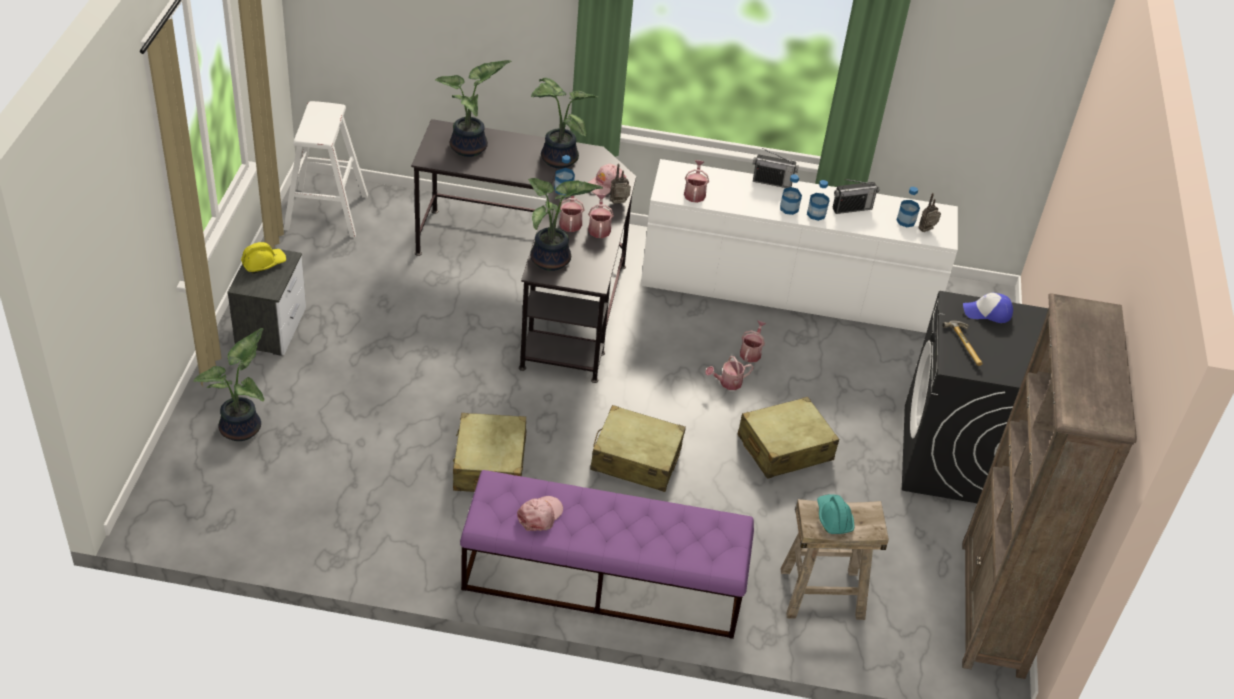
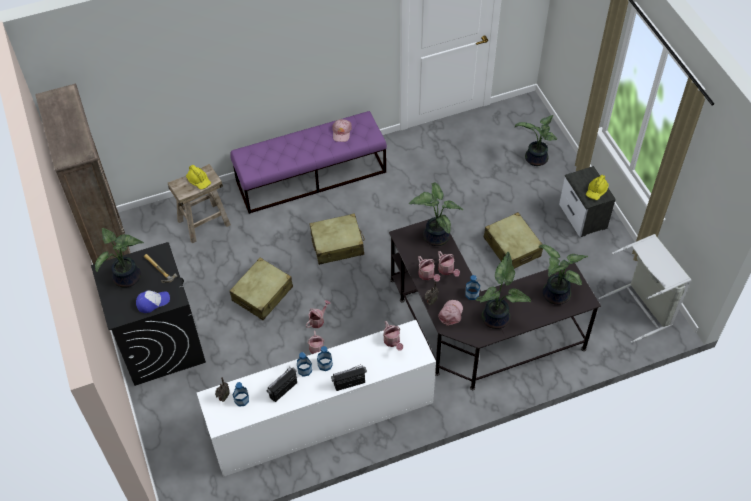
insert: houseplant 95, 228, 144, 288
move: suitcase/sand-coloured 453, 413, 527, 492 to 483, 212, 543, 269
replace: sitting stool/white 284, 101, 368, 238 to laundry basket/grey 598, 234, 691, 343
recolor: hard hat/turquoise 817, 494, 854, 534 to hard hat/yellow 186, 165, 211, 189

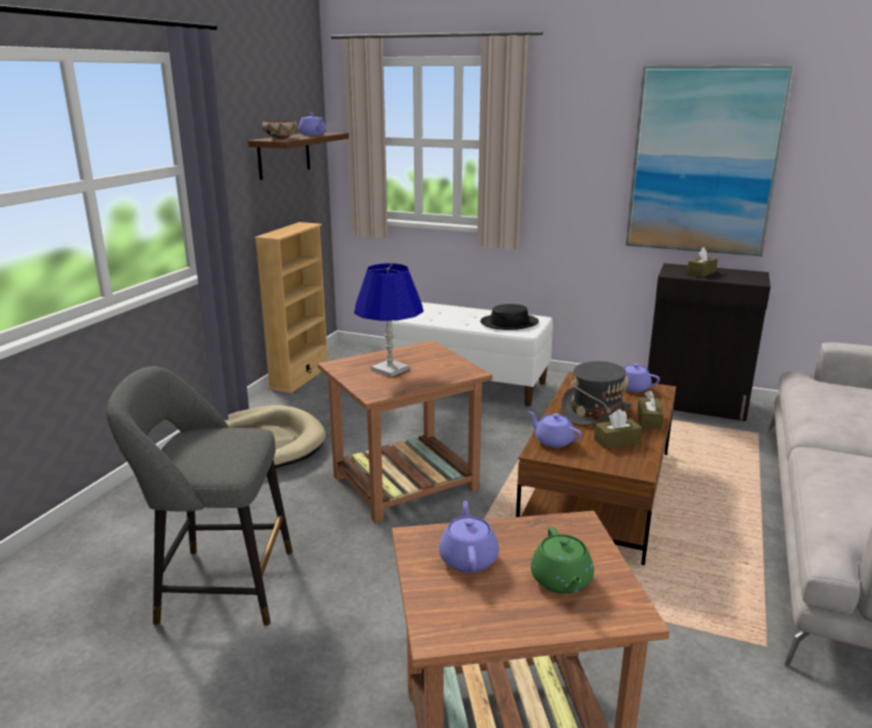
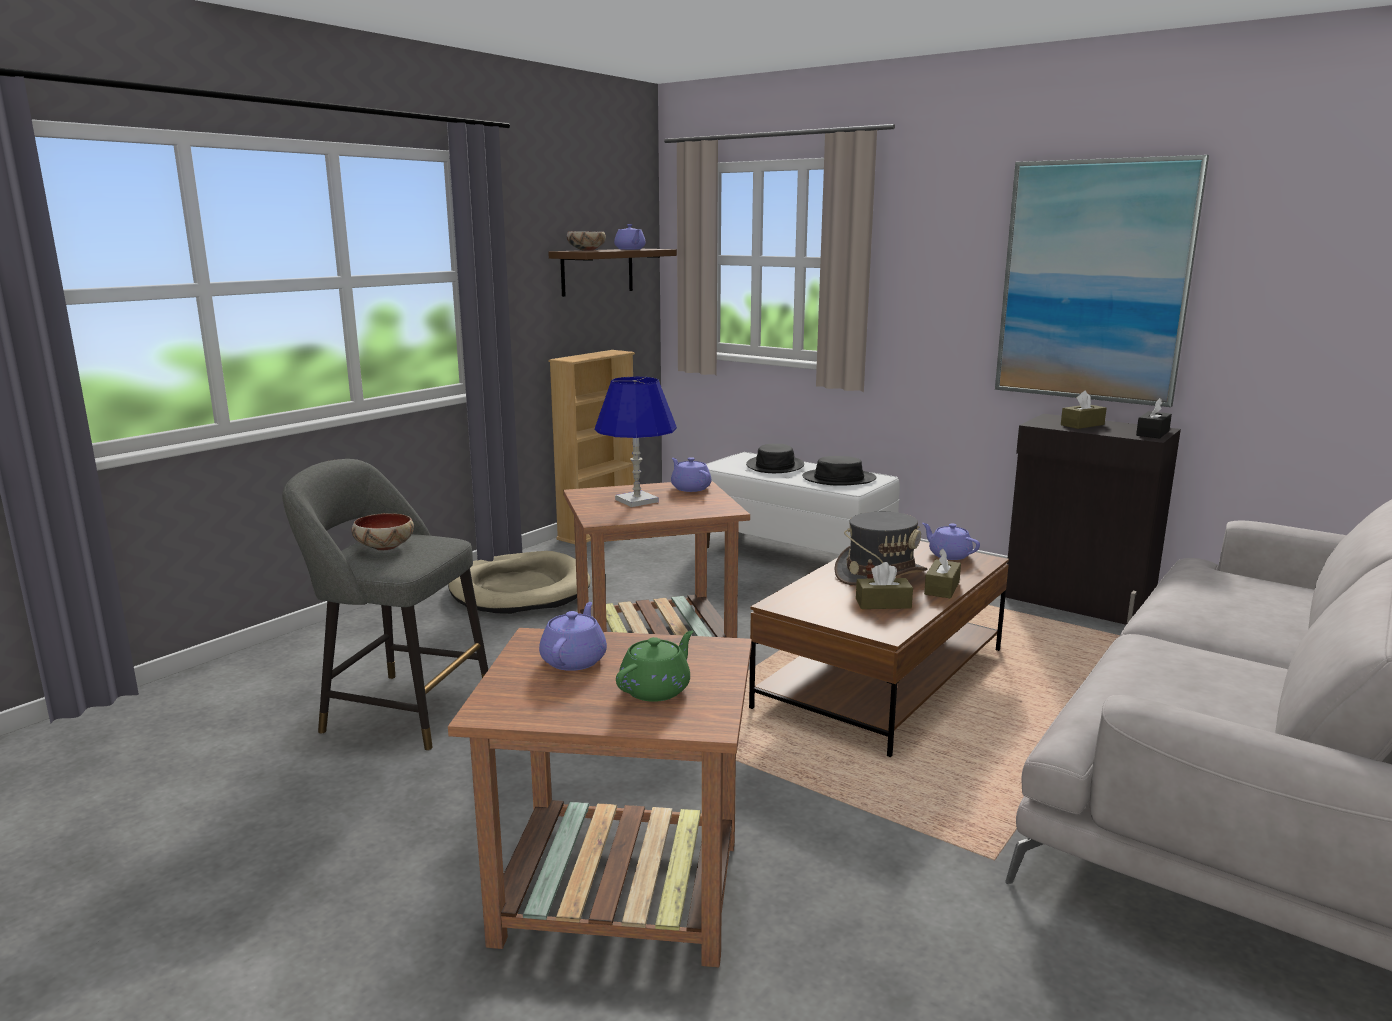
insert: tissue box/black 1136, 398, 1172, 439; hat/black 746, 444, 804, 473; deep dish 352, 513, 414, 550
move: pot for tea/purplish 528, 411, 582, 448 to 671, 457, 711, 492
rotate: pot for tea/green-coloured 531, 527, 594, 594 = 616, 630, 694, 702 150 degrees counterclockwise

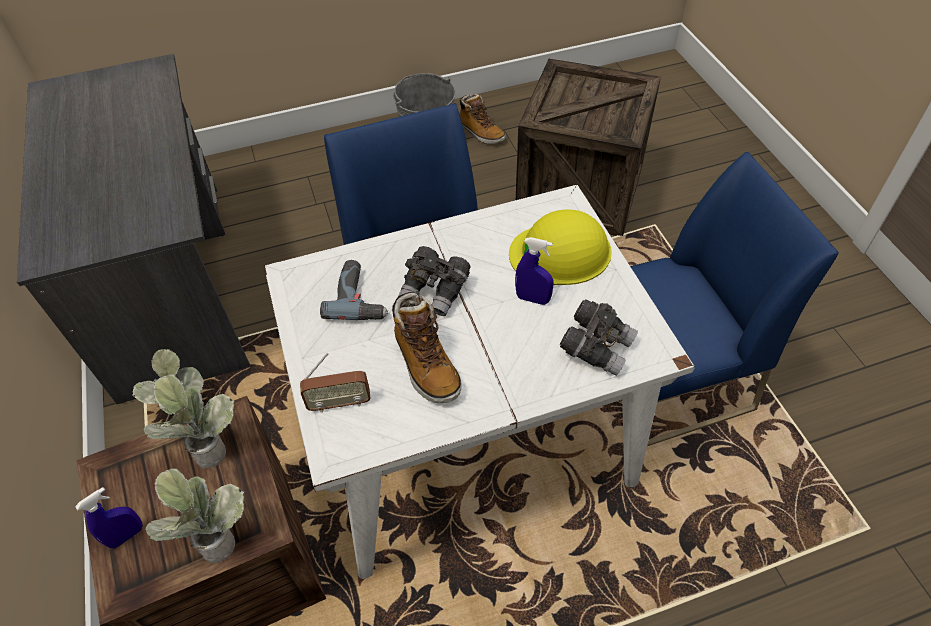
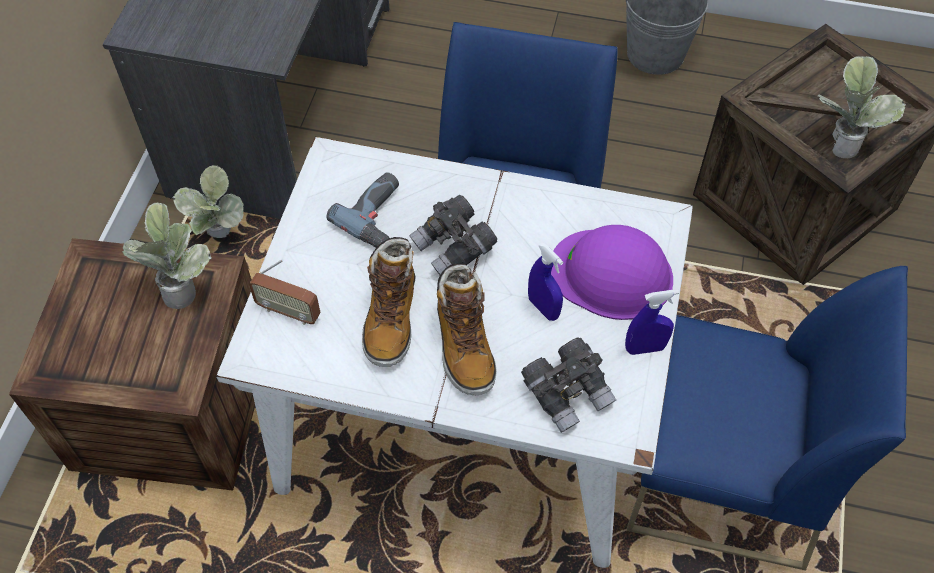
move: tall boot 460, 94, 506, 144 to 437, 263, 497, 395; houseplant 145, 468, 244, 563 to 818, 56, 906, 158; hand sprayer/blue-coloured 75, 487, 143, 549 to 625, 289, 679, 355
recolor: hard hat/yellow 509, 209, 612, 285 to hard hat/purplish 551, 225, 673, 320

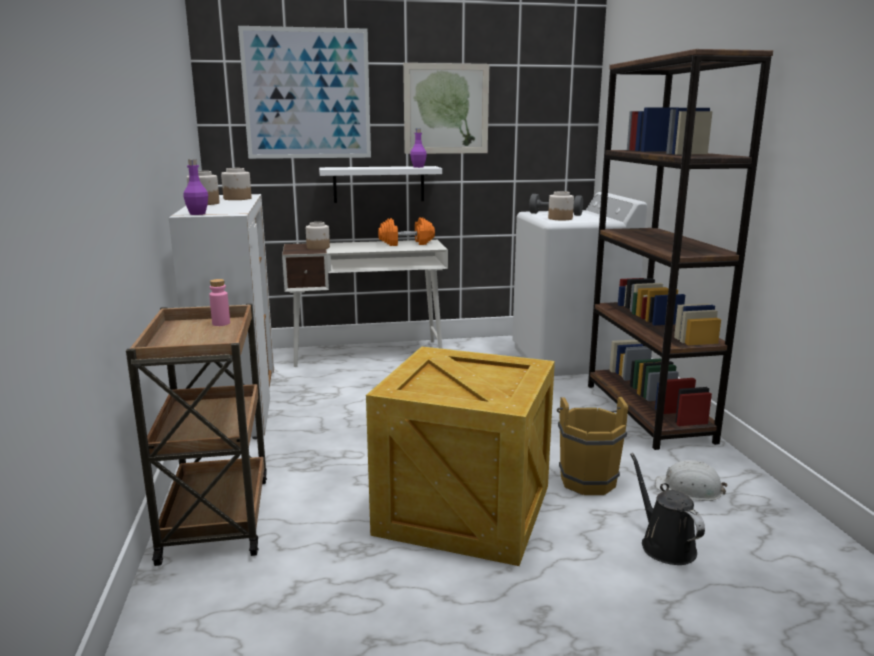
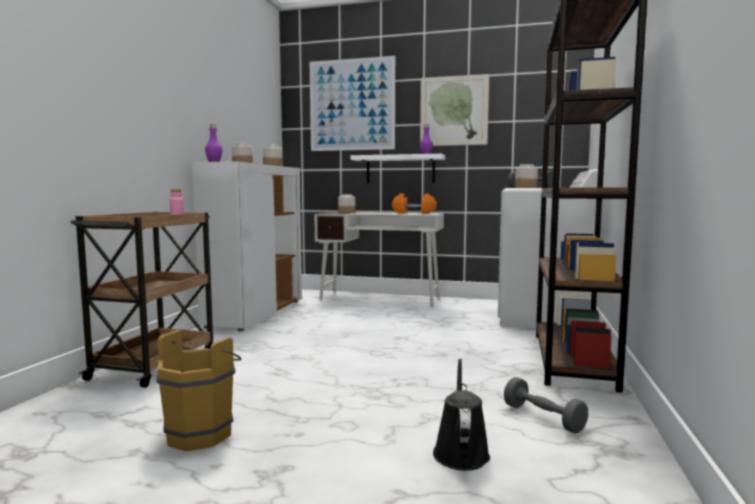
delete: packing crate 366, 346, 555, 566
move: bucket/brown 557, 397, 628, 495 to 156, 330, 241, 451
replace: hard hat/white 655, 460, 728, 501 to hand weight/grey 504, 377, 588, 434

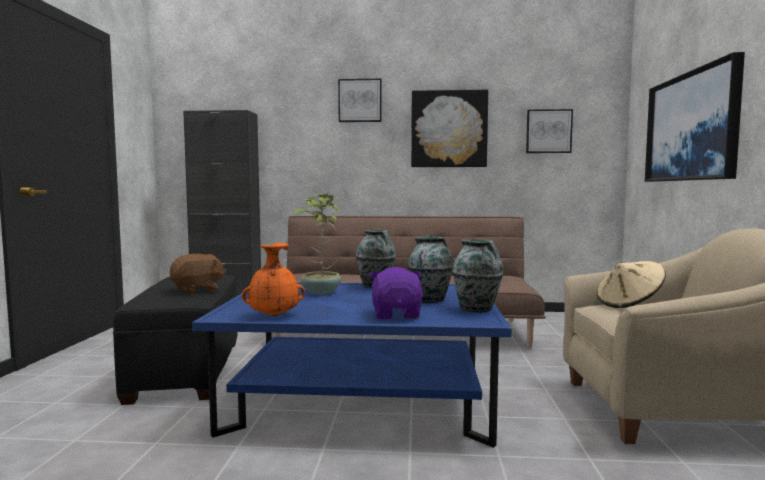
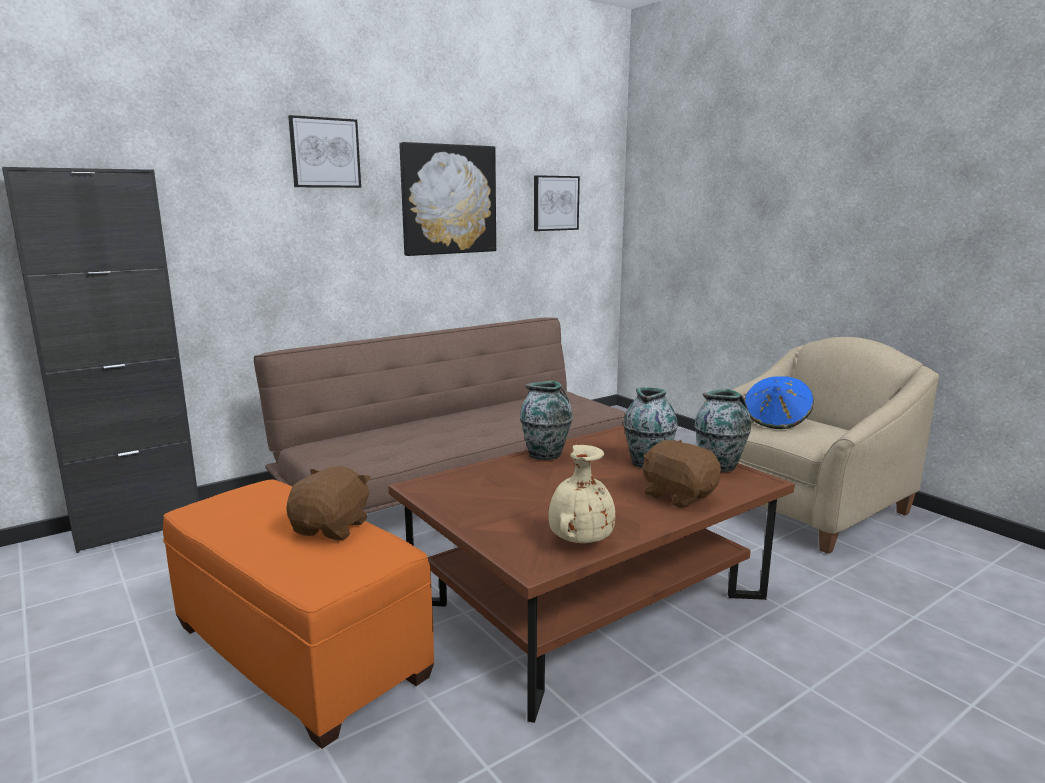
delete: picture 645, 52, 745, 182; houseplant 292, 194, 341, 295
recolor: decorative vase/orangey 242, 243, 305, 316 to decorative vase/sand-coloured 548, 445, 615, 543; hat/sand-coloured 597, 261, 666, 308 to hat/blue-coloured 744, 376, 814, 429; cuddly toy/purplish 369, 267, 423, 319 to cuddly toy/brown 642, 440, 721, 508; ottoman/black 113, 275, 238, 405 to ottoman/orangey 163, 479, 434, 749; low table/blue-coloured 192, 282, 512, 448 to low table/brown 388, 426, 795, 723

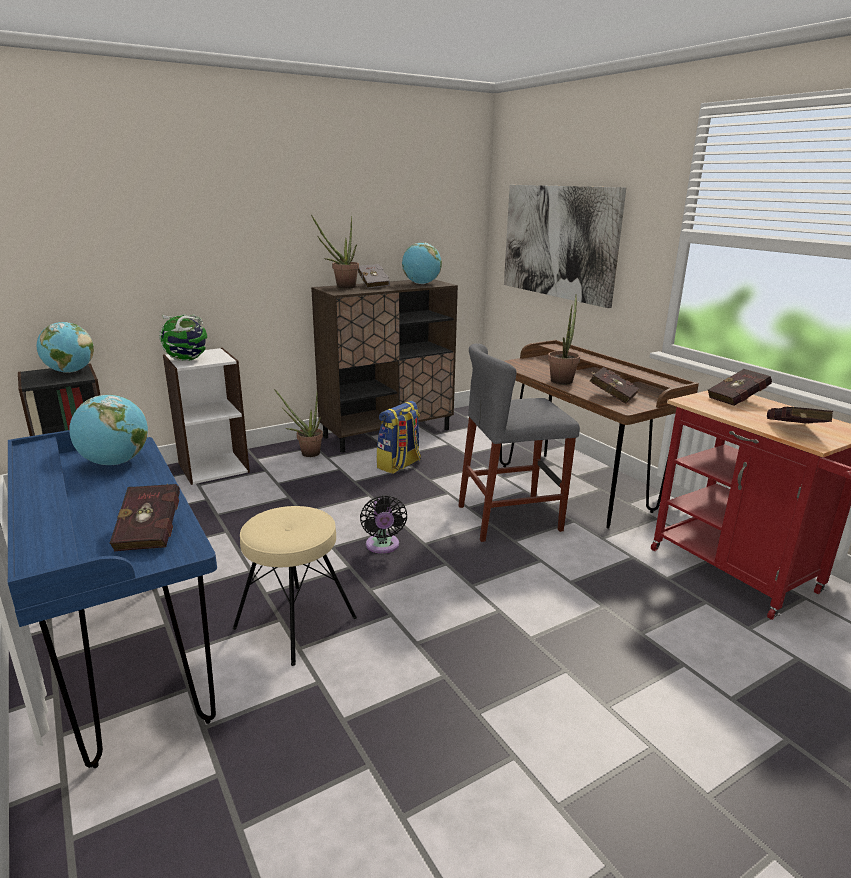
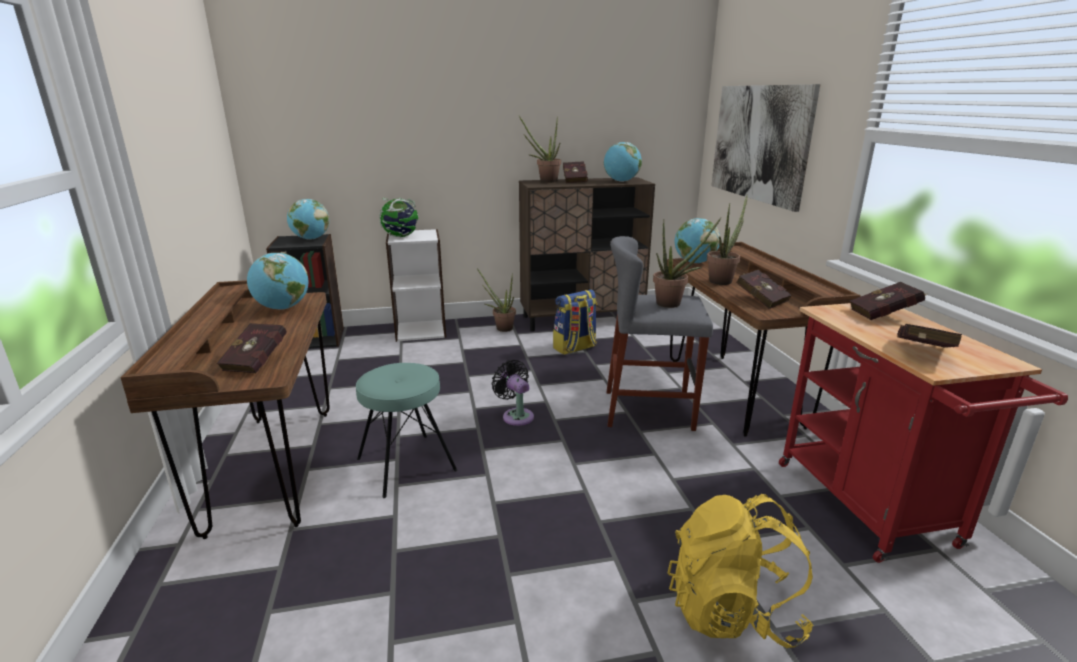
insert: houseplant 653, 218, 721, 308; world globe 675, 218, 720, 263; backpack/yellow 668, 494, 813, 648
recolor: volume/grey 358, 264, 390, 288 to volume/reddish 563, 161, 588, 183; desk unit/blue-coloured 8, 430, 217, 768 to desk unit/brown 120, 280, 330, 539; sitting stool/sand-coloured 232, 506, 357, 666 to sitting stool/turquoise 356, 363, 458, 498
rotate: electric fan/black 360, 495, 407, 554 = 492, 360, 534, 426 135 degrees clockwise

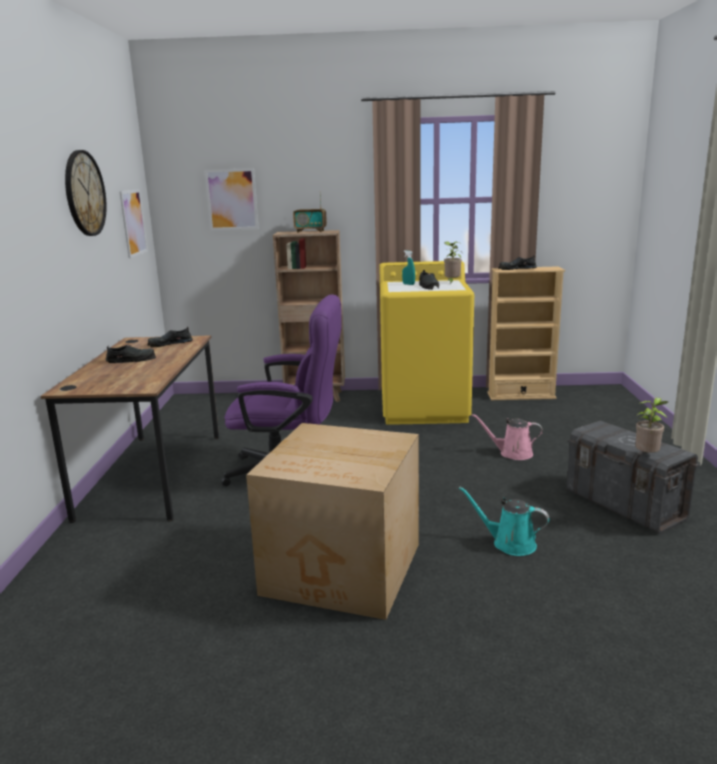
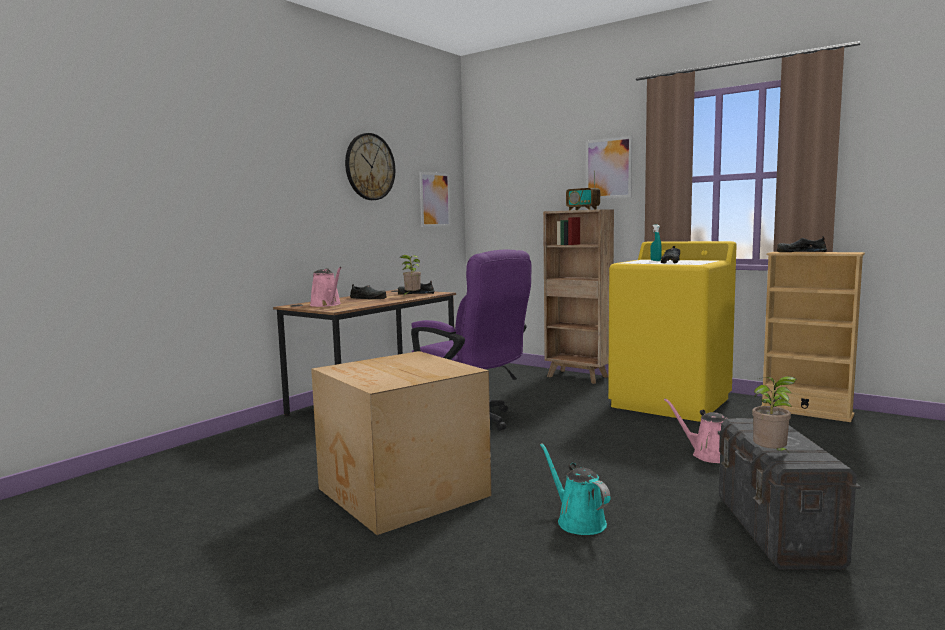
insert: sprinkling can/pinkish 310, 267, 342, 307
move: picture 204, 168, 259, 230 to 586, 136, 632, 199; houseplant 443, 242, 462, 284 to 400, 255, 421, 295

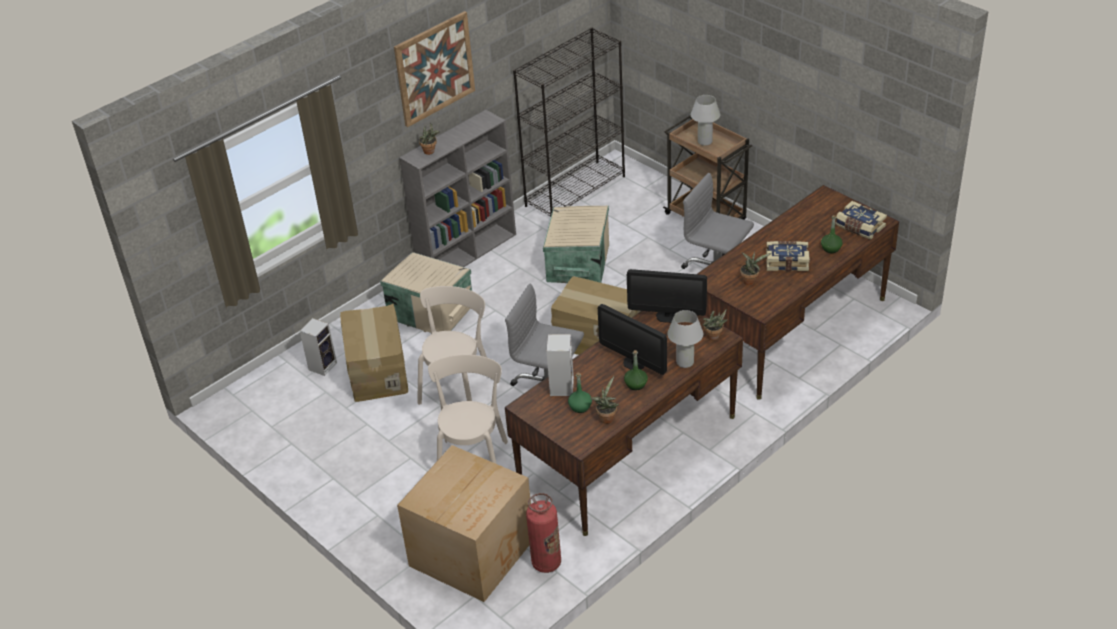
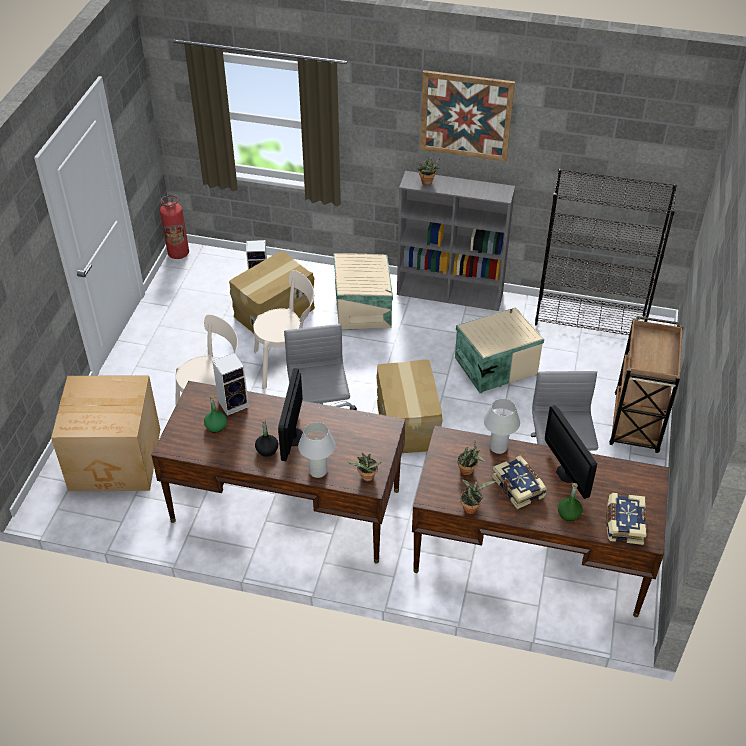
move: lamp for a table/white 691, 95, 720, 146 to 484, 398, 520, 454; monitor 627, 269, 707, 323 to 545, 405, 597, 499; houseplant 590, 376, 619, 424 to 460, 479, 496, 514; extinguisher 526, 493, 561, 573 to 160, 195, 189, 259
recolor: bottle/green-coloured 624, 350, 648, 390 to bottle/black 255, 419, 278, 457

